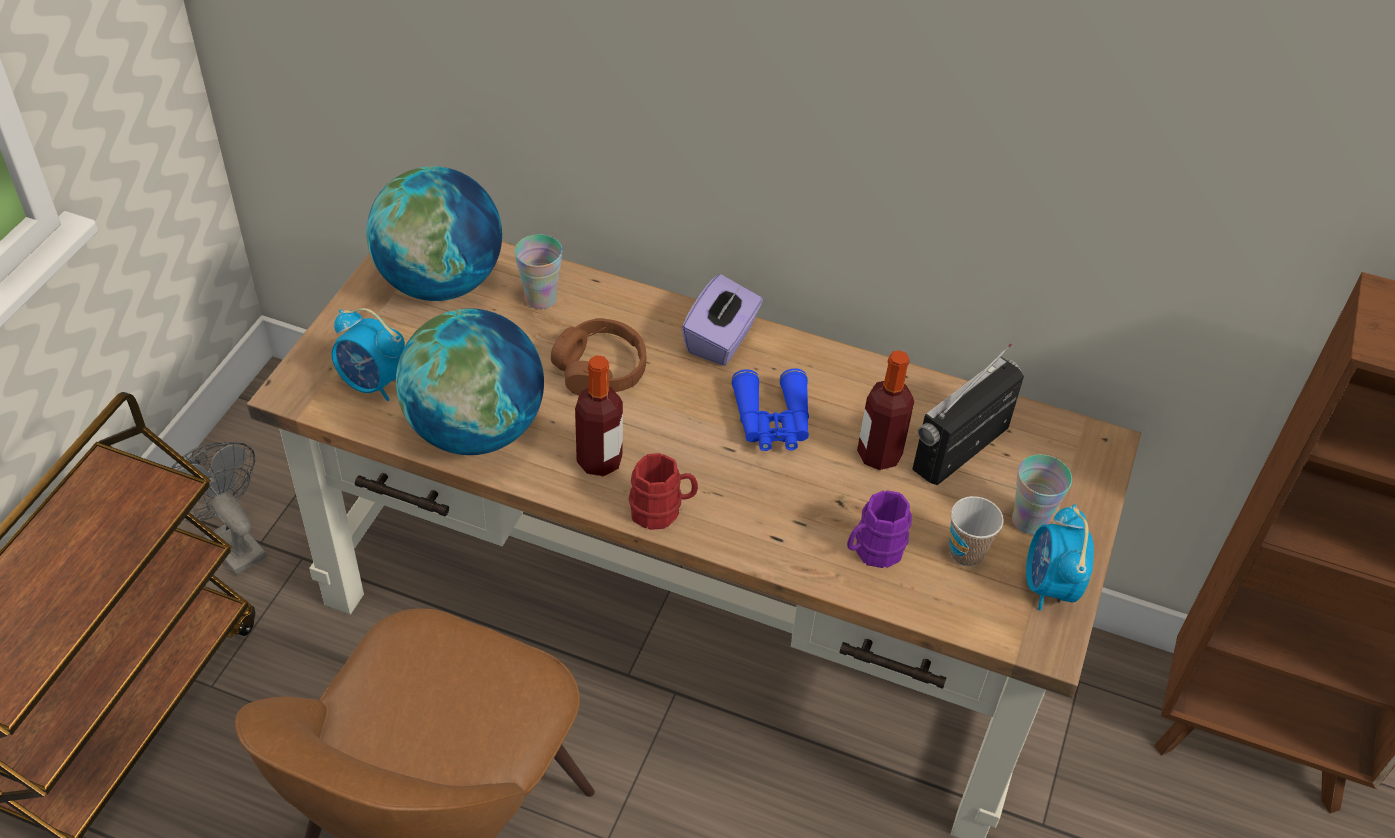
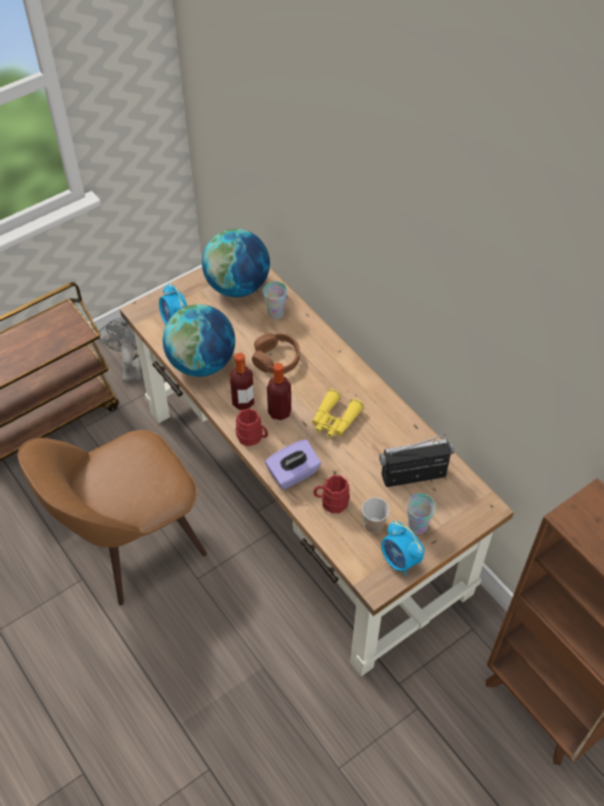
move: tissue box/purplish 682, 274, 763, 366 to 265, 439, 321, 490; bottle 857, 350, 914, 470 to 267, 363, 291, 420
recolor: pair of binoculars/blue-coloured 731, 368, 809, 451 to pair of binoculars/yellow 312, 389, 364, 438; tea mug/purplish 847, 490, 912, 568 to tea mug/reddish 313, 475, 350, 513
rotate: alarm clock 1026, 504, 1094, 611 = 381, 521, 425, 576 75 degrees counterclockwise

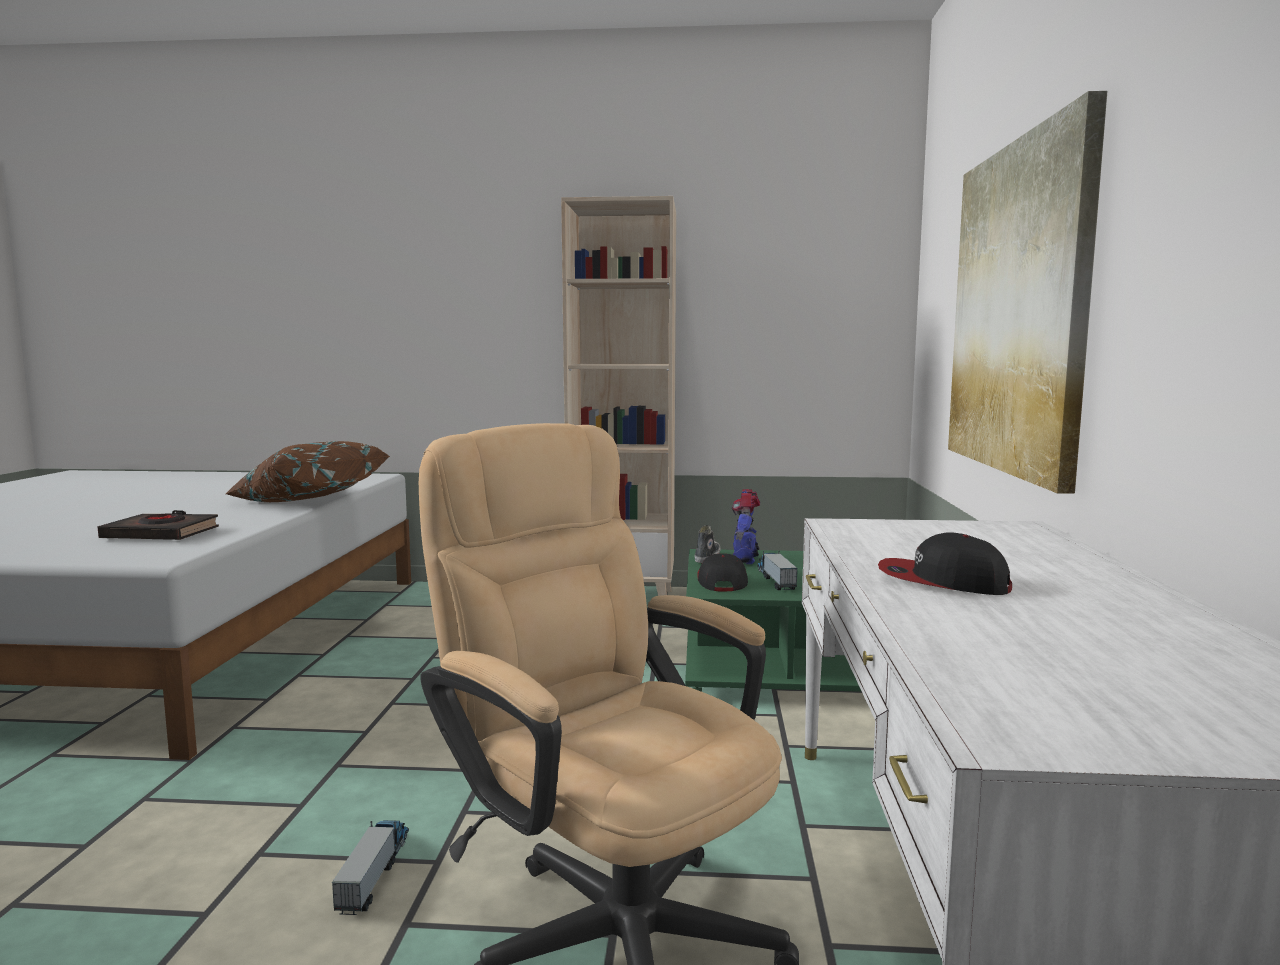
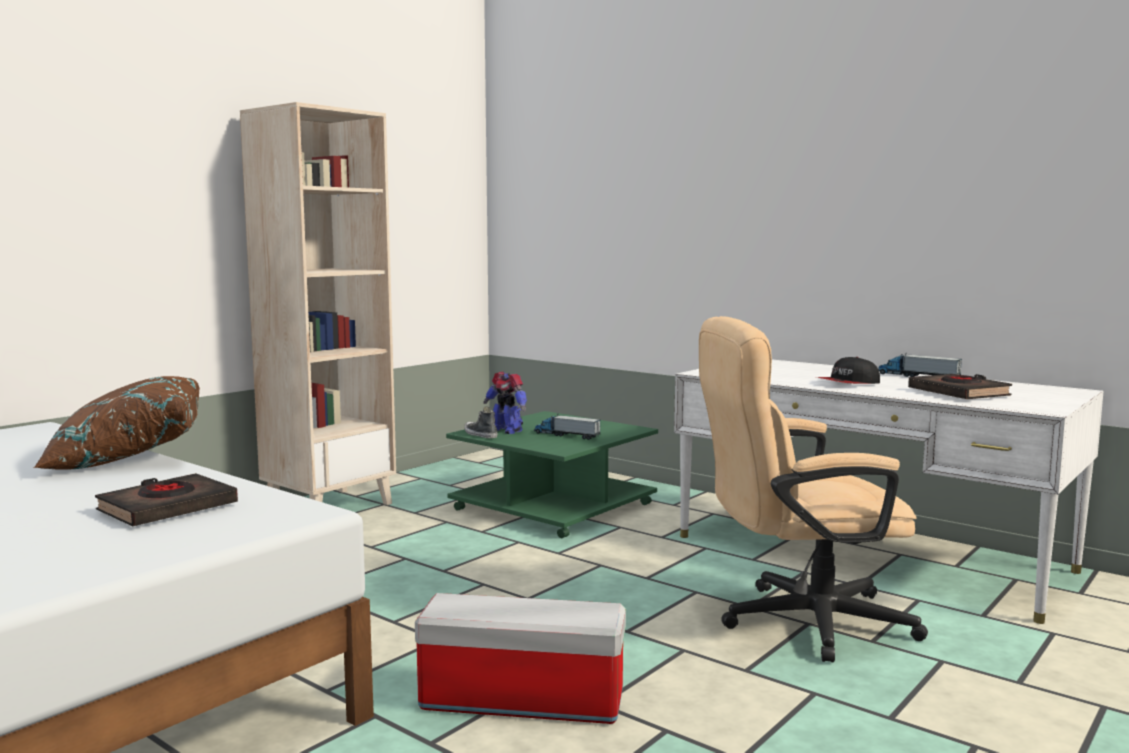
delete: picture 948, 91, 1107, 494; peaked cap 697, 554, 748, 592
insert: volume/black 908, 374, 1012, 399; storage container 415, 593, 626, 724
move: toy lorry 332, 820, 409, 915 to 878, 352, 962, 377

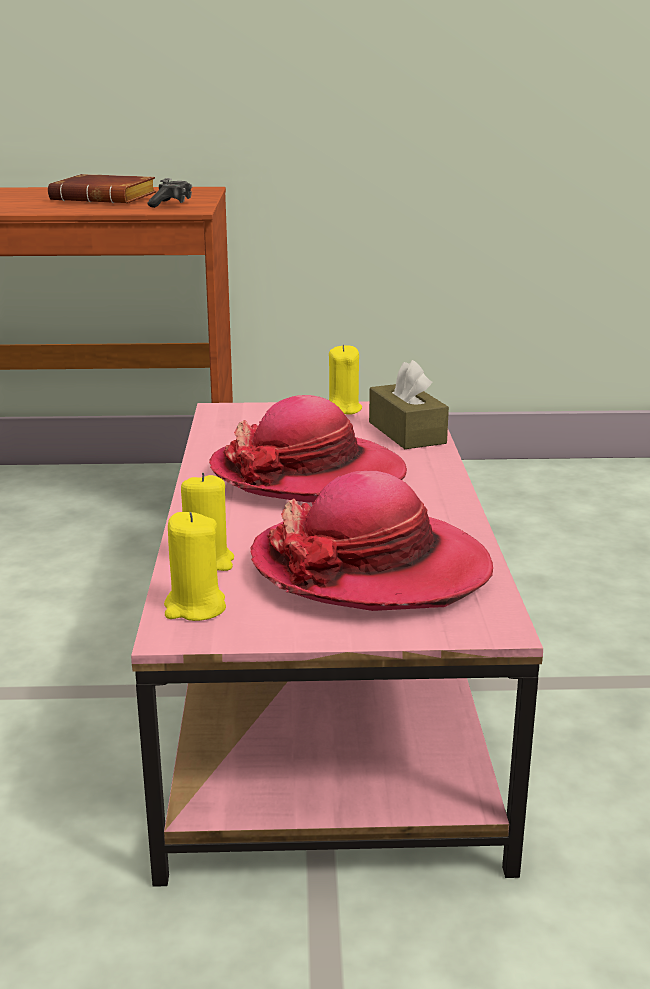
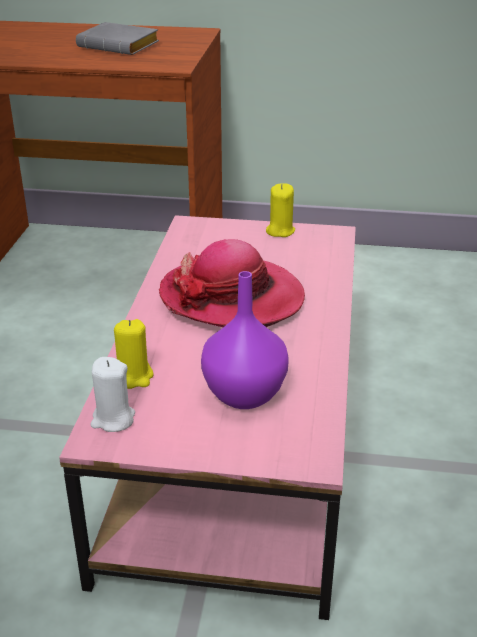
delete: game controller 148, 178, 192, 208; tissue box/brown 369, 360, 449, 449
replace: hat 250, 471, 493, 611 to decorative vase/purplish 201, 271, 288, 409
recolor: volume/brown 48, 174, 156, 203 to volume/grey 76, 22, 159, 55; candle/yellow 164, 512, 226, 621 to candle/white 91, 357, 135, 432

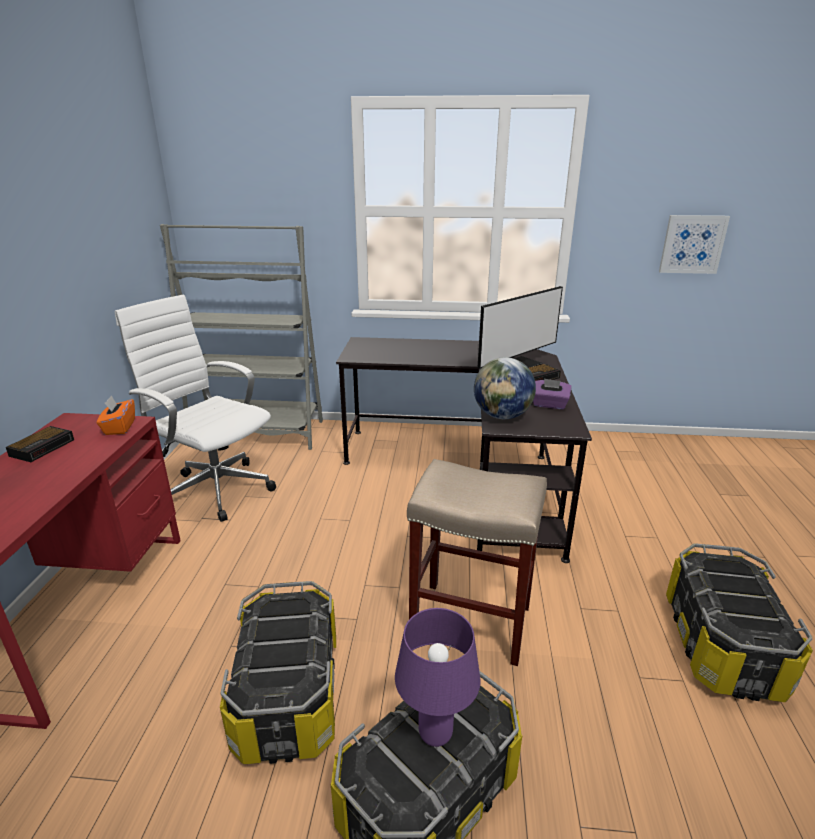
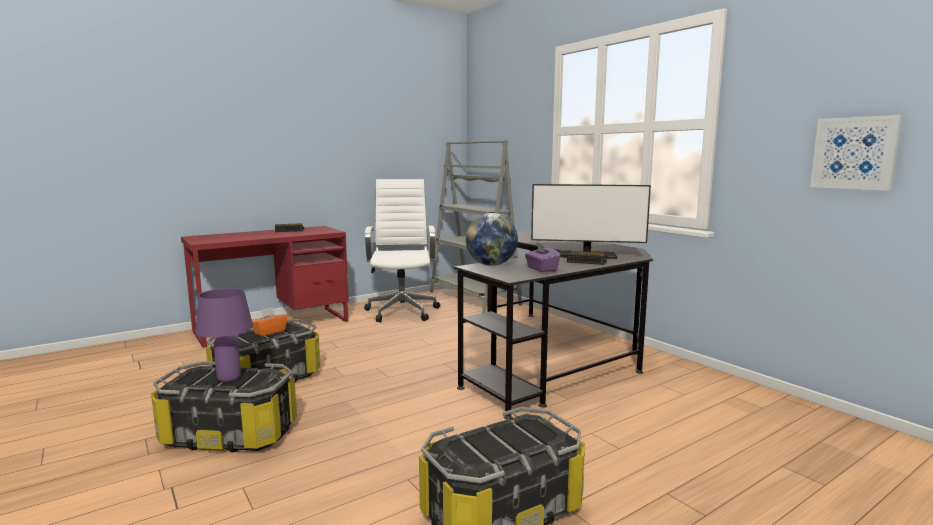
delete: sitting stool/sand-coloured 407, 459, 547, 666
move: tissue box/orangey 97, 395, 135, 435 to 252, 307, 287, 337

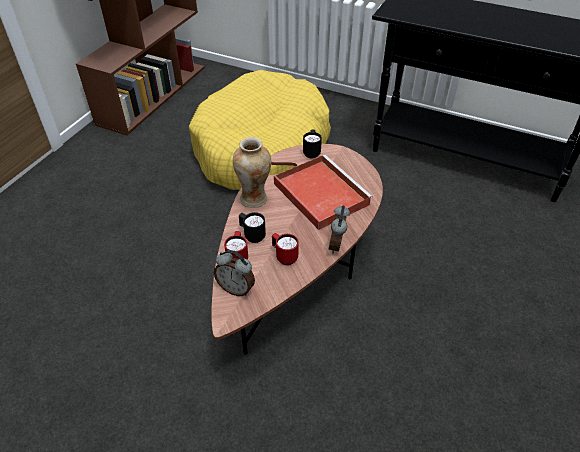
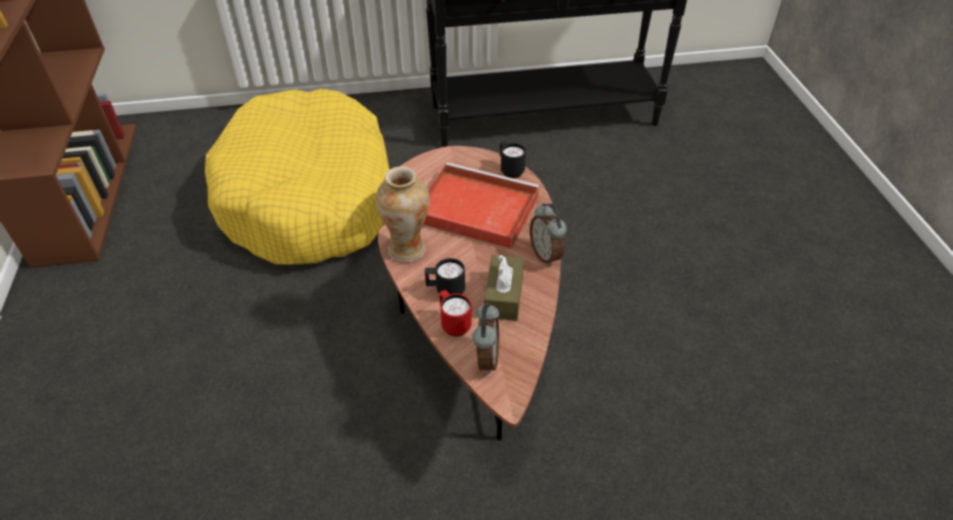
move: tea mug/black 303, 130, 322, 158 to 500, 141, 526, 178
replace: tea mug/reddish 272, 233, 299, 265 to tissue box/brown 484, 255, 524, 321
rotate: alarm clock 214, 250, 255, 296 = 472, 303, 499, 374 75 degrees counterclockwise

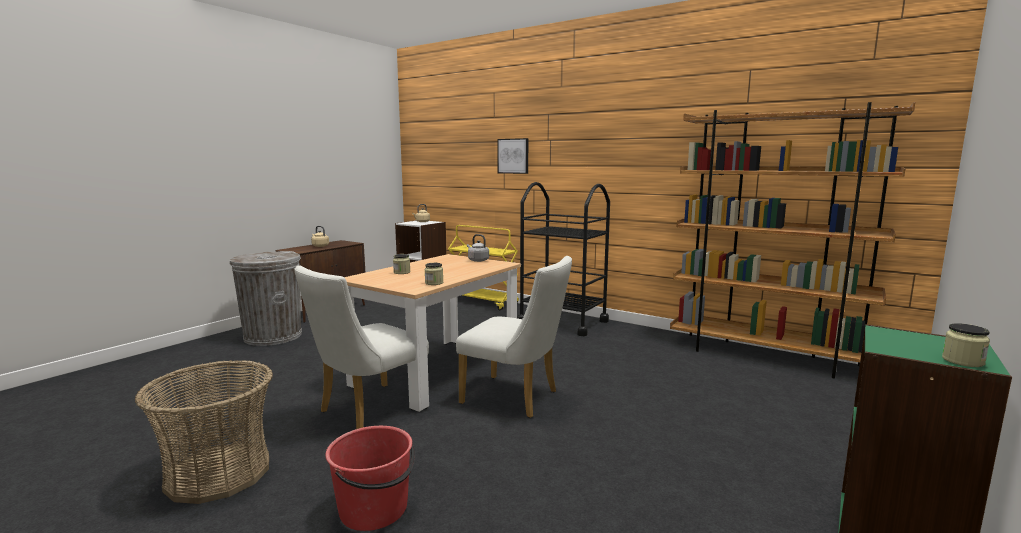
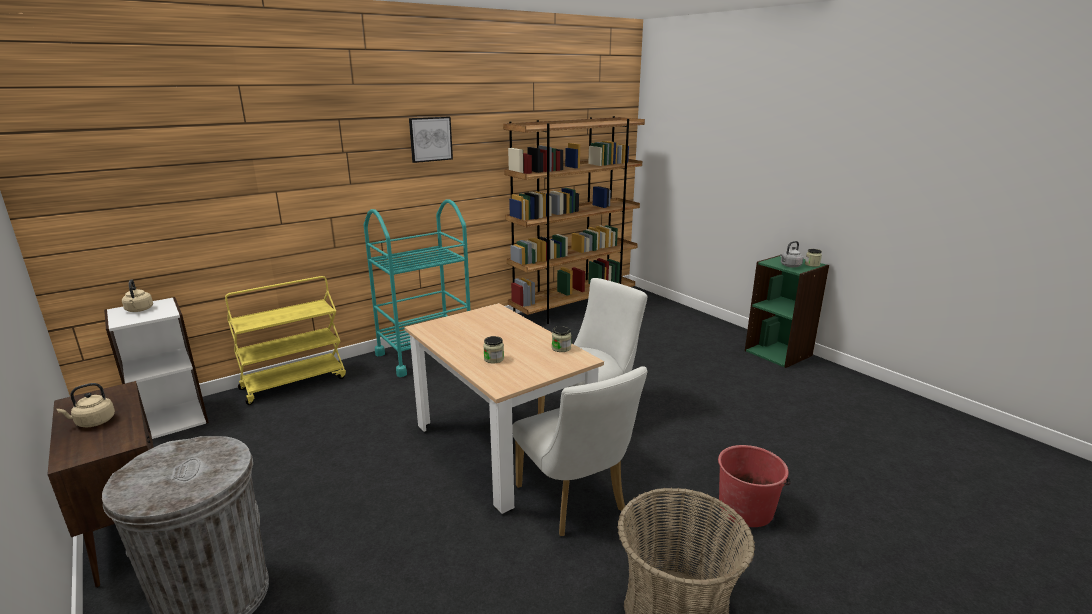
move: picture 497, 138, 528, 174 to 409, 117, 453, 163; water kettle/grey 467, 234, 489, 262 to 780, 241, 803, 267
recolor: trolley/black 517, 182, 610, 336 to trolley/turquoise 364, 199, 470, 377

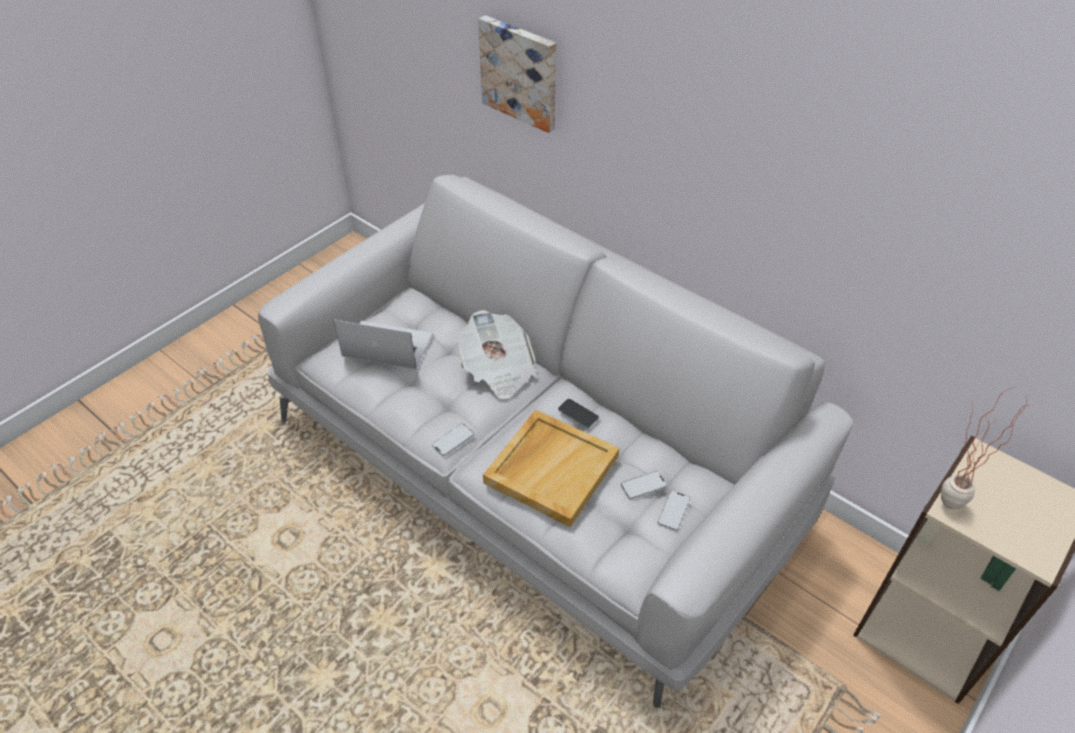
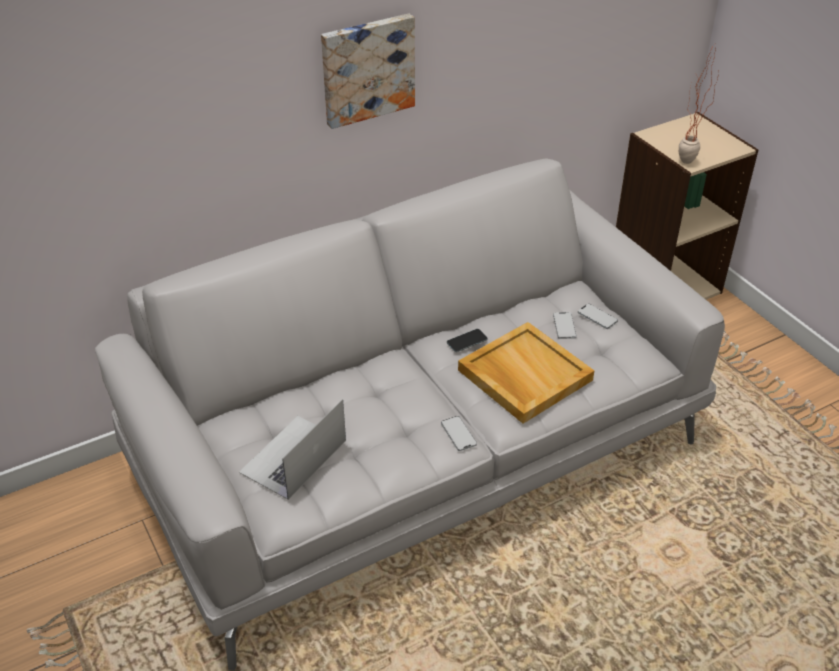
delete: newspaper 457, 310, 537, 400
move: picture 478, 15, 556, 133 to 321, 14, 415, 129

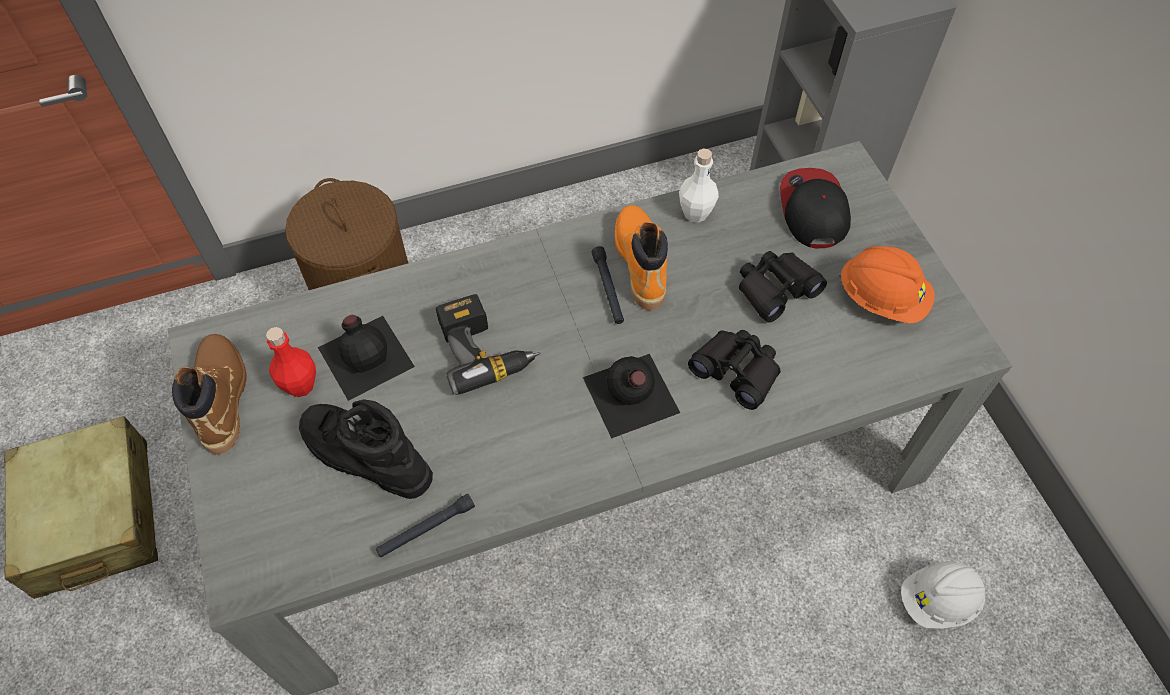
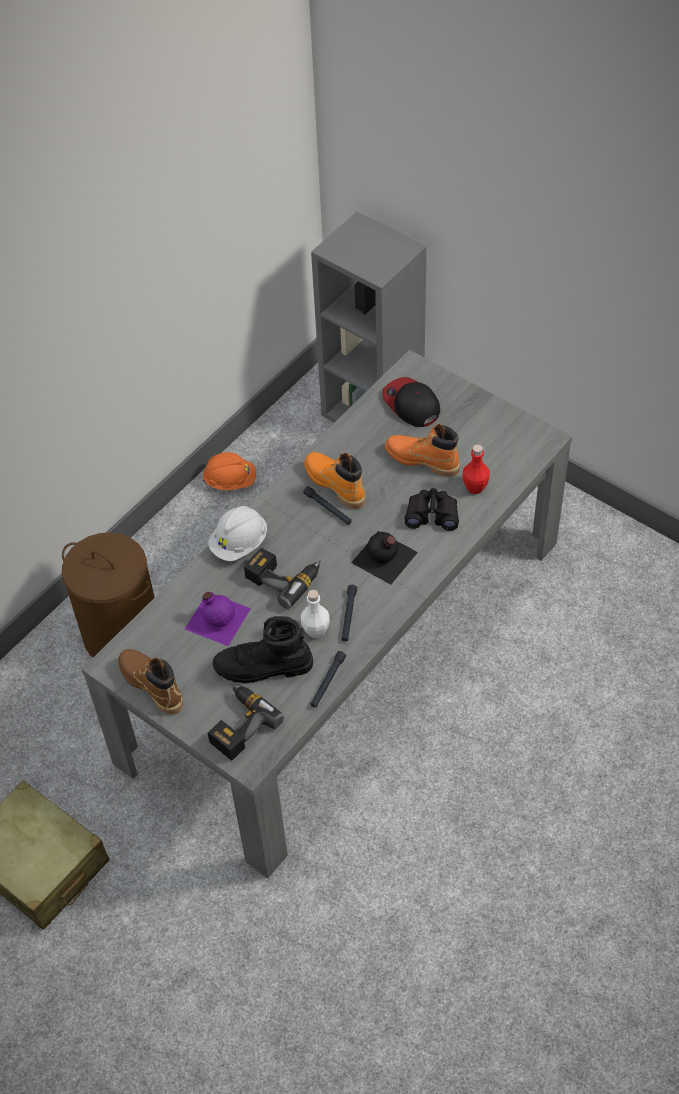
insert: hand torch/black 342, 584, 357, 642; drill 208, 684, 284, 760
move: bottle/white 679, 148, 719, 223 to 301, 590, 330, 639; hard hat/orangey 839, 246, 935, 324 to 202, 452, 256, 490; bottle/reddish 266, 327, 316, 397 to 463, 445, 490, 494; hard hat/white 901, 562, 985, 629 to 208, 506, 267, 561
replace: pair of binoculars/black 739, 251, 827, 323 to tall boot/orangey 385, 424, 460, 477
recolor: bottle/black 318, 315, 415, 401 to bottle/purplish 185, 592, 251, 646

